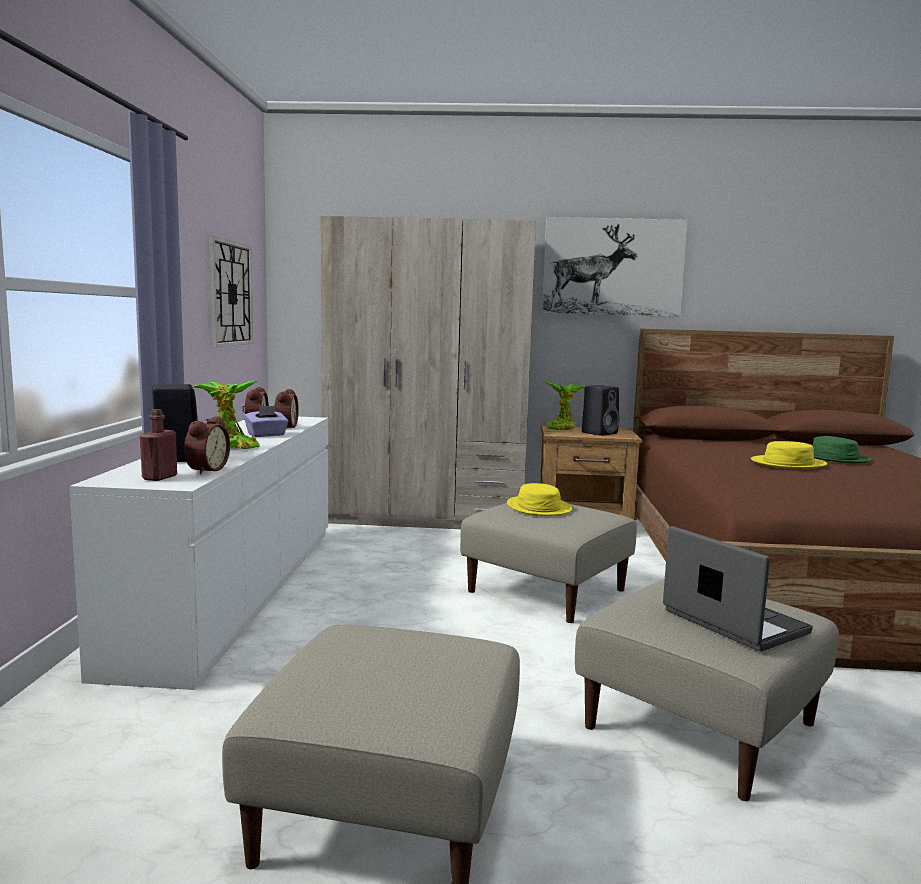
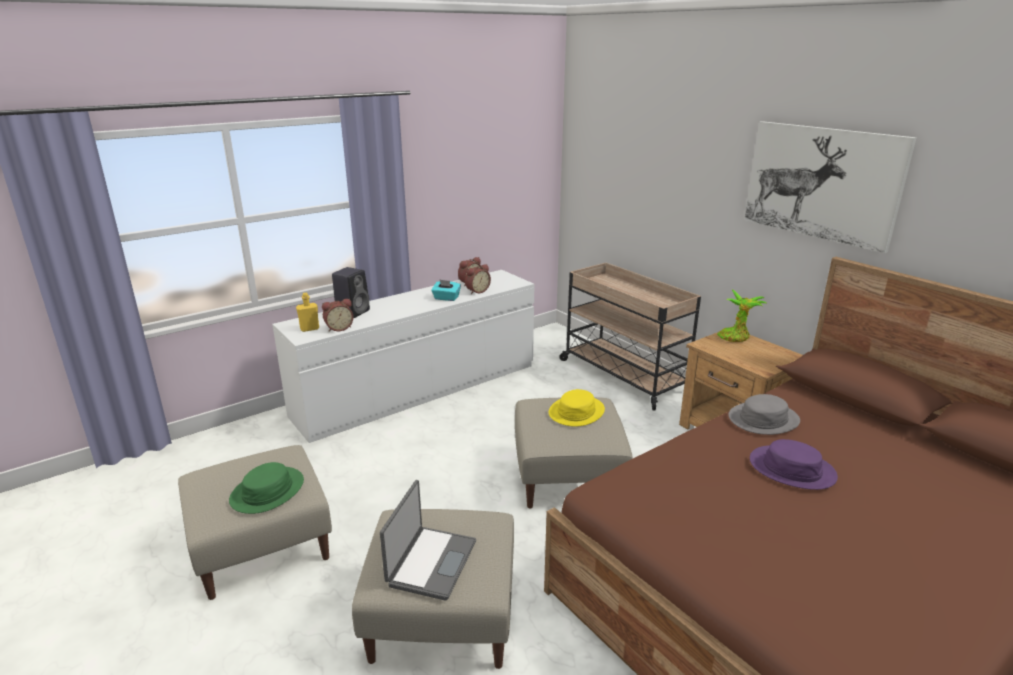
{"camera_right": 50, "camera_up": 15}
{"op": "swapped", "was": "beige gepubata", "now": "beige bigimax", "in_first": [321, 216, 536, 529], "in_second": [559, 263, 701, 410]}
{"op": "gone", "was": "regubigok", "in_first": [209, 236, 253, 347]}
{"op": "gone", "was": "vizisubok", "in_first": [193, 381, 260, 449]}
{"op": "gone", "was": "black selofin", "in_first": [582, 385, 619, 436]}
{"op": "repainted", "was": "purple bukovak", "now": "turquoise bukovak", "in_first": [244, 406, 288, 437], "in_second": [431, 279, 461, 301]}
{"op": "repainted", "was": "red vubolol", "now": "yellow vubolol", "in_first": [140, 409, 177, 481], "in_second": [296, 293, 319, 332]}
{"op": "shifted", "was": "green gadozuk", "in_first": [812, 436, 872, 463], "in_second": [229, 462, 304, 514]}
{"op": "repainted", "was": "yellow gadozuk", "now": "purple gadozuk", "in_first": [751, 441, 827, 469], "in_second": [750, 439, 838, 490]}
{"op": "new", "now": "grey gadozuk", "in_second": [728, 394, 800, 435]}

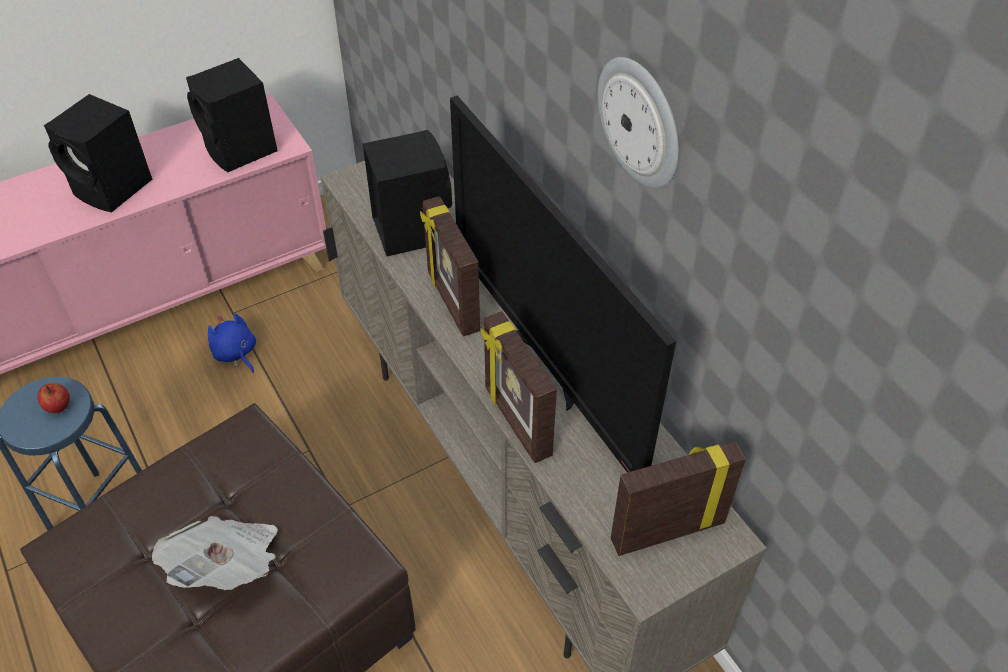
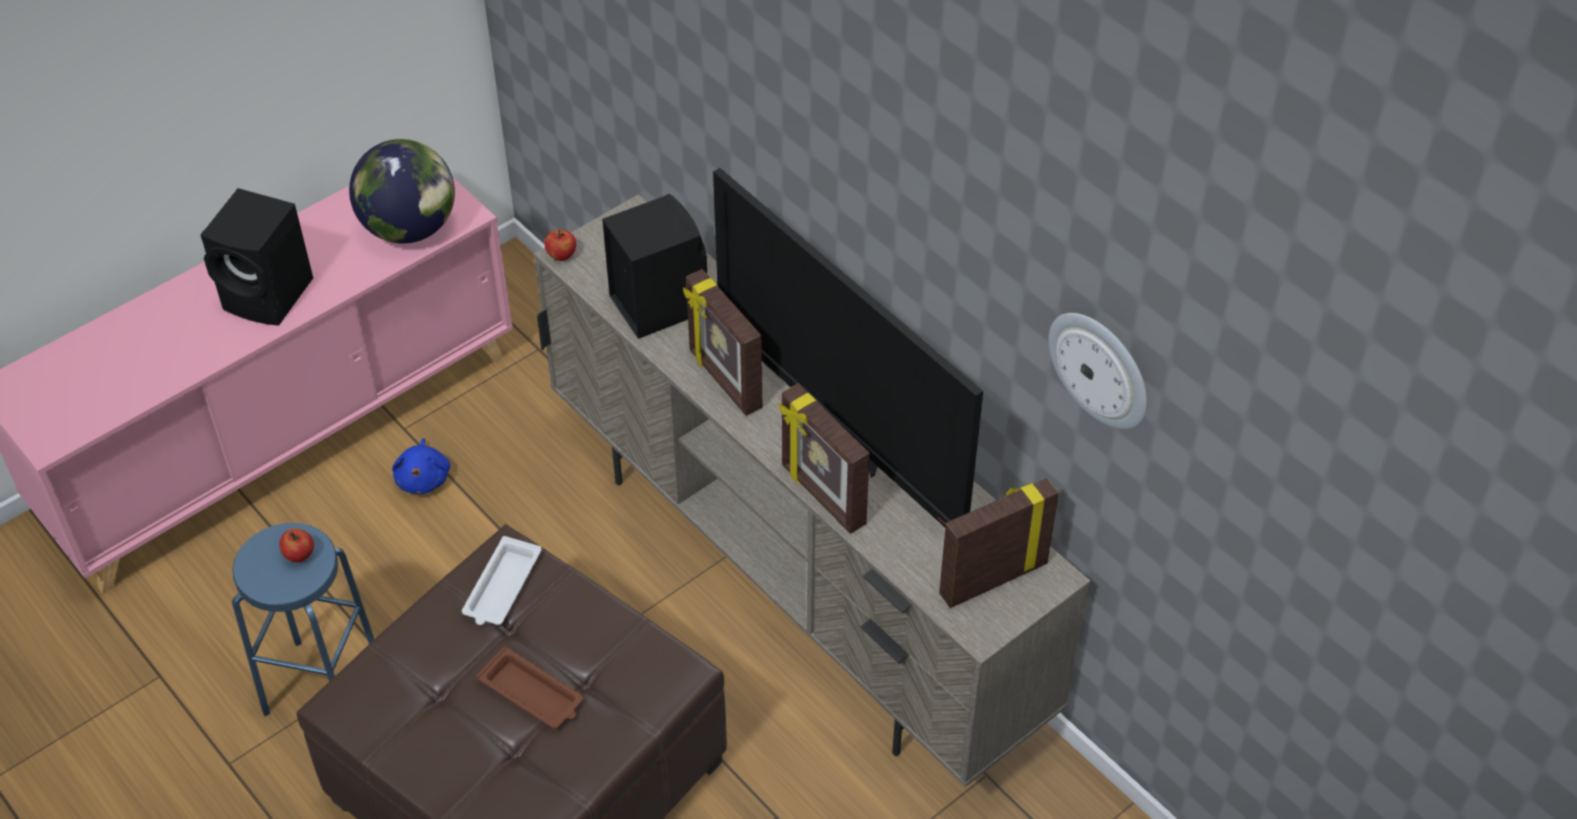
{"camera_right": -10, "camera_up": 0}
{"op": "shifted", "was": "regubigok", "in_first": [597, 57, 679, 188], "in_second": [1048, 313, 1148, 429]}
{"op": "swapped", "was": "black selofin", "now": "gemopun", "in_first": [186, 58, 278, 172], "in_second": [349, 139, 455, 243]}
{"op": "rotated", "was": "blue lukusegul", "in_first": [208, 313, 256, 373], "in_second": [392, 438, 450, 494], "clockwise": -135}
{"op": "swapped", "was": "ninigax", "now": "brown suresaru", "in_first": [152, 516, 278, 590], "in_second": [477, 647, 584, 729]}
{"op": "new", "now": "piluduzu", "in_second": [544, 230, 576, 261]}
{"op": "new", "now": "white suresaru", "in_second": [462, 536, 542, 625]}

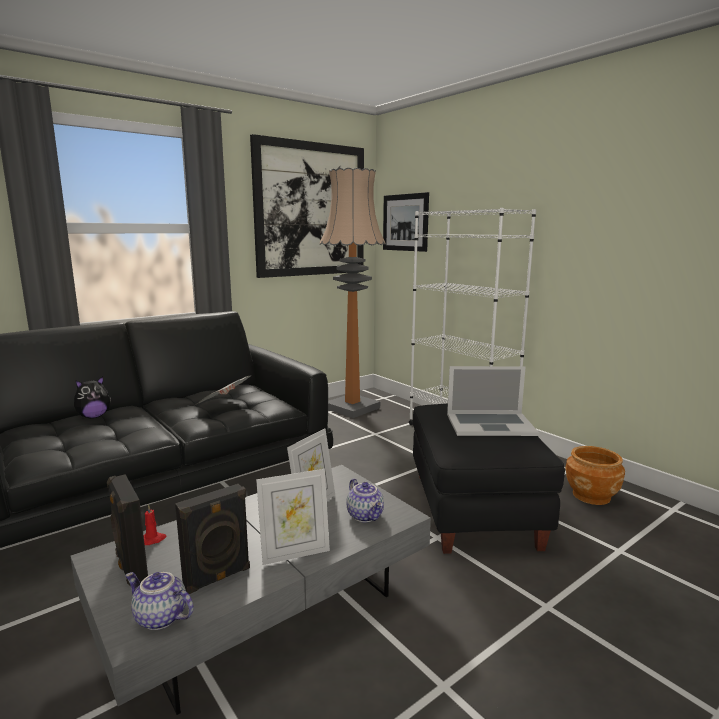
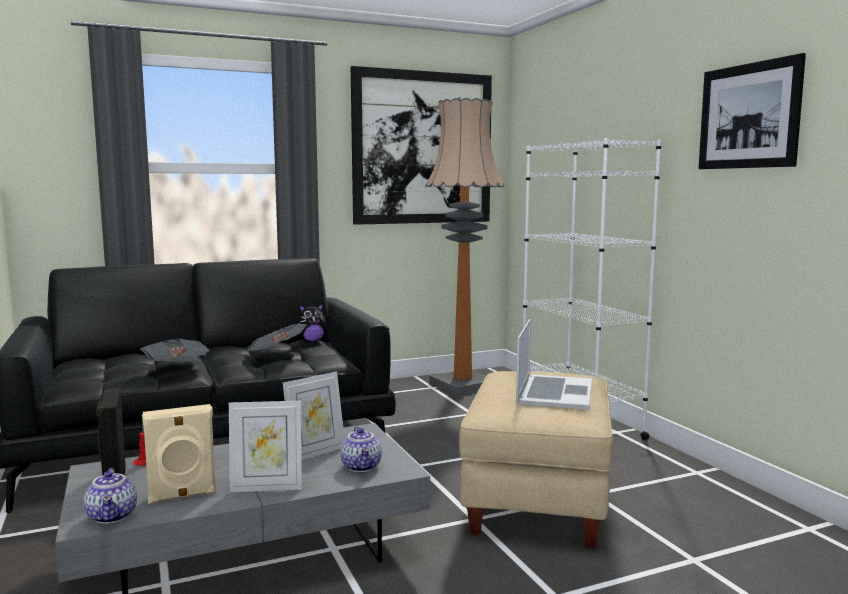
{"camera_right": 15, "camera_up": -5}
{"op": "shifted", "was": "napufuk", "in_first": [383, 192, 429, 252], "in_second": [699, 53, 806, 169]}
{"op": "rotated", "was": "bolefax", "in_first": [447, 366, 539, 436], "in_second": [516, 319, 592, 410], "clockwise": -90}
{"op": "shifted", "was": "lukusegul", "in_first": [74, 376, 111, 418], "in_second": [297, 303, 327, 342]}
{"op": "repainted", "was": "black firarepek", "now": "beige firarepek", "in_first": [413, 404, 565, 554], "in_second": [459, 371, 613, 548]}
{"op": "gone", "was": "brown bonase", "in_first": [565, 446, 625, 505]}
{"op": "repainted", "was": "black selofin", "now": "beige selofin", "in_first": [175, 484, 250, 594], "in_second": [142, 404, 217, 504]}
{"op": "rotated", "was": "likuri", "in_first": [125, 572, 193, 630], "in_second": [84, 468, 137, 524], "clockwise": -150}
{"op": "new", "now": "ninigax", "in_second": [140, 339, 210, 362]}

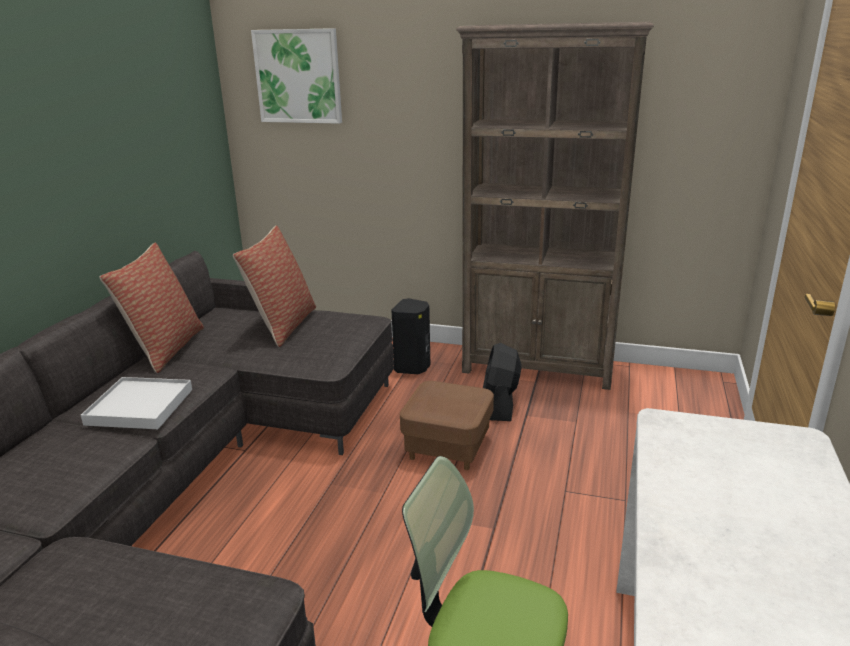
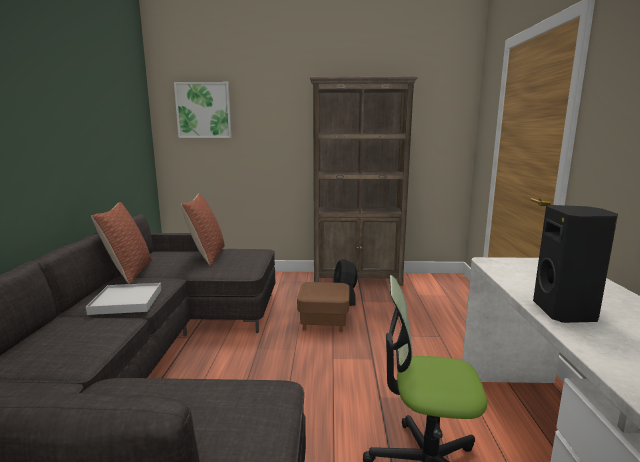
{"camera_right": -15, "camera_up": -10}
{"op": "shifted", "was": "black selofin", "in_first": [391, 298, 430, 374], "in_second": [533, 205, 618, 323]}

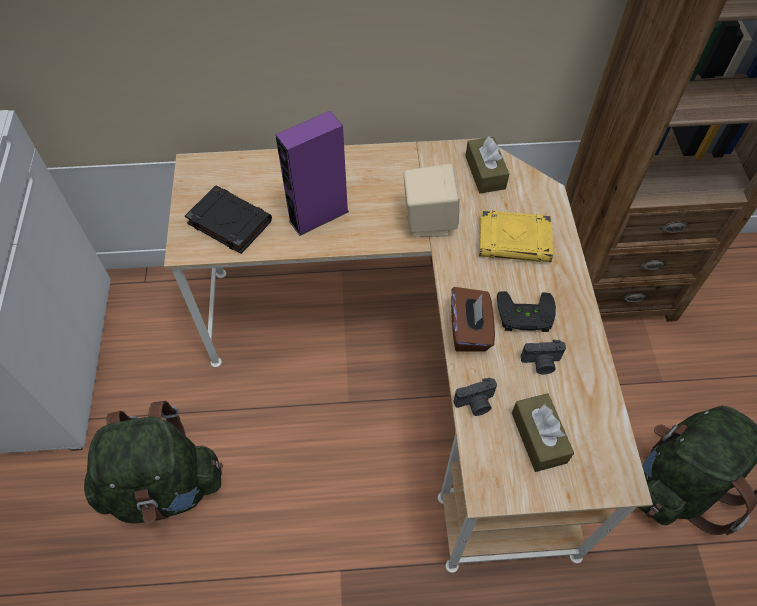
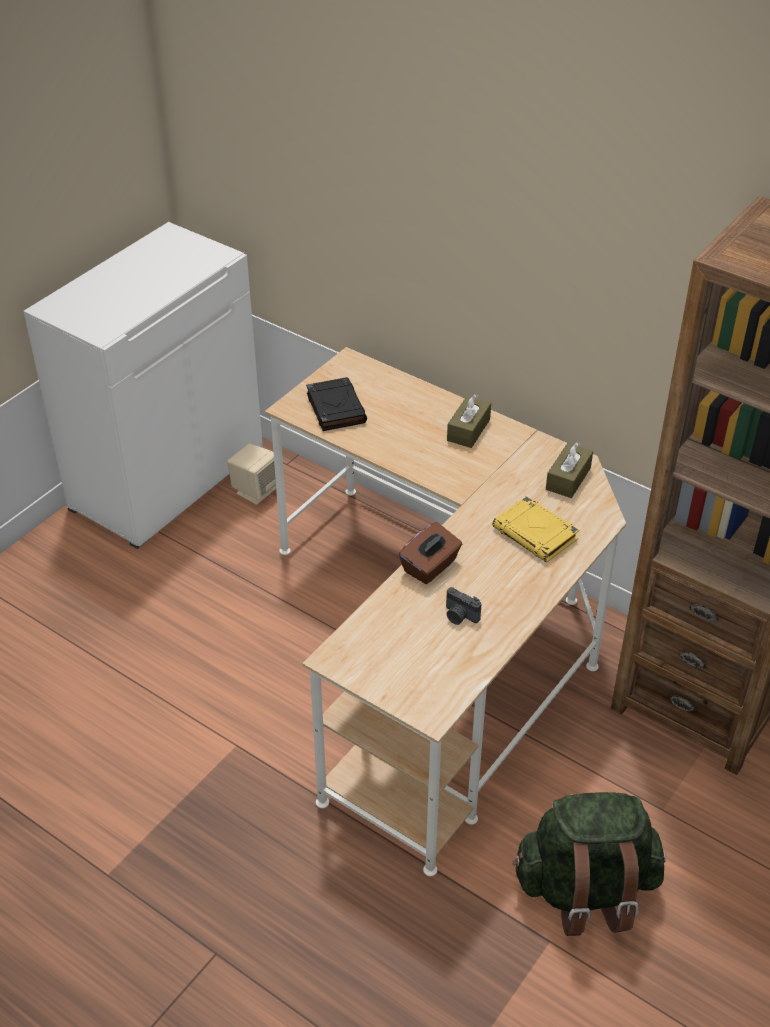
{"camera_right": 40, "camera_up": -15}
{"op": "gone", "was": "purple selofin", "in_first": [275, 111, 349, 236]}
{"op": "shifted", "was": "beige selofin", "in_first": [403, 164, 459, 237], "in_second": [227, 443, 276, 505]}
{"op": "gone", "was": "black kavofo", "in_first": [497, 291, 556, 332]}
{"op": "gone", "was": "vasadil", "in_first": [454, 378, 497, 416]}
{"op": "shifted", "was": "brown bukovak", "in_first": [512, 393, 574, 472], "in_second": [447, 394, 491, 448]}
{"op": "gone", "was": "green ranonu", "in_first": [84, 401, 223, 523]}

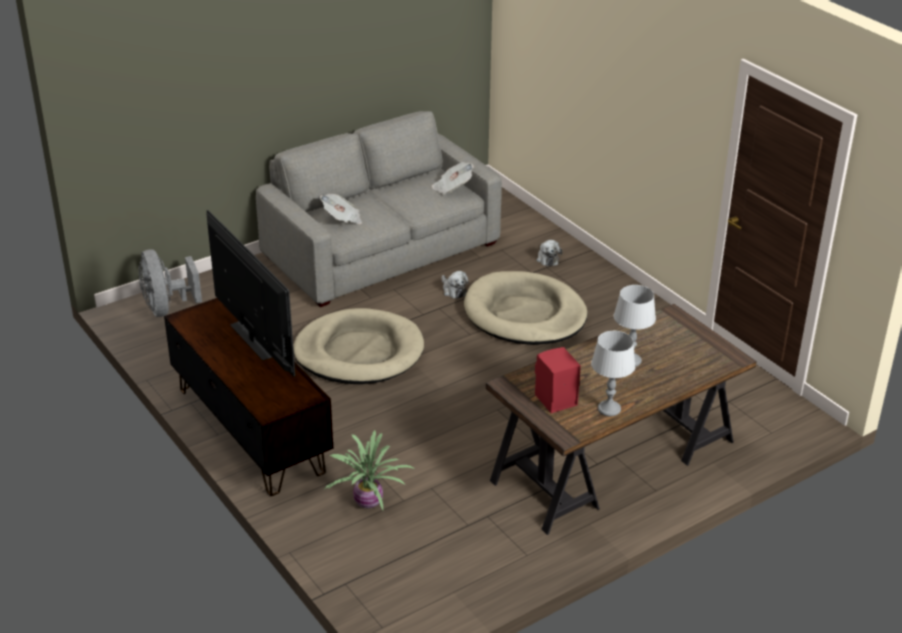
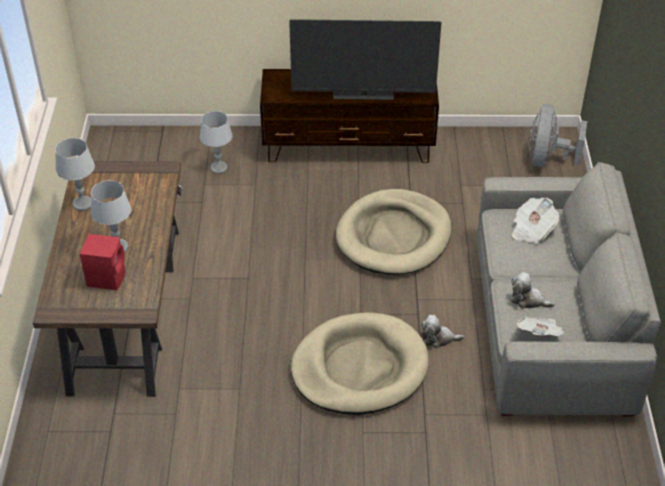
{"camera_right": 125, "camera_up": 10}
{"op": "shifted", "was": "lukusegul", "in_first": [536, 240, 562, 266], "in_second": [511, 272, 555, 309]}
{"op": "rotated", "was": "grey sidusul", "in_first": [139, 249, 202, 317], "in_second": [529, 104, 587, 167], "clockwise": -90}
{"op": "shifted", "was": "red selofin", "in_first": [535, 347, 581, 413], "in_second": [80, 234, 125, 290]}
{"op": "swapped", "was": "vizisubok", "now": "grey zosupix", "in_first": [324, 430, 415, 510], "in_second": [200, 111, 232, 174]}

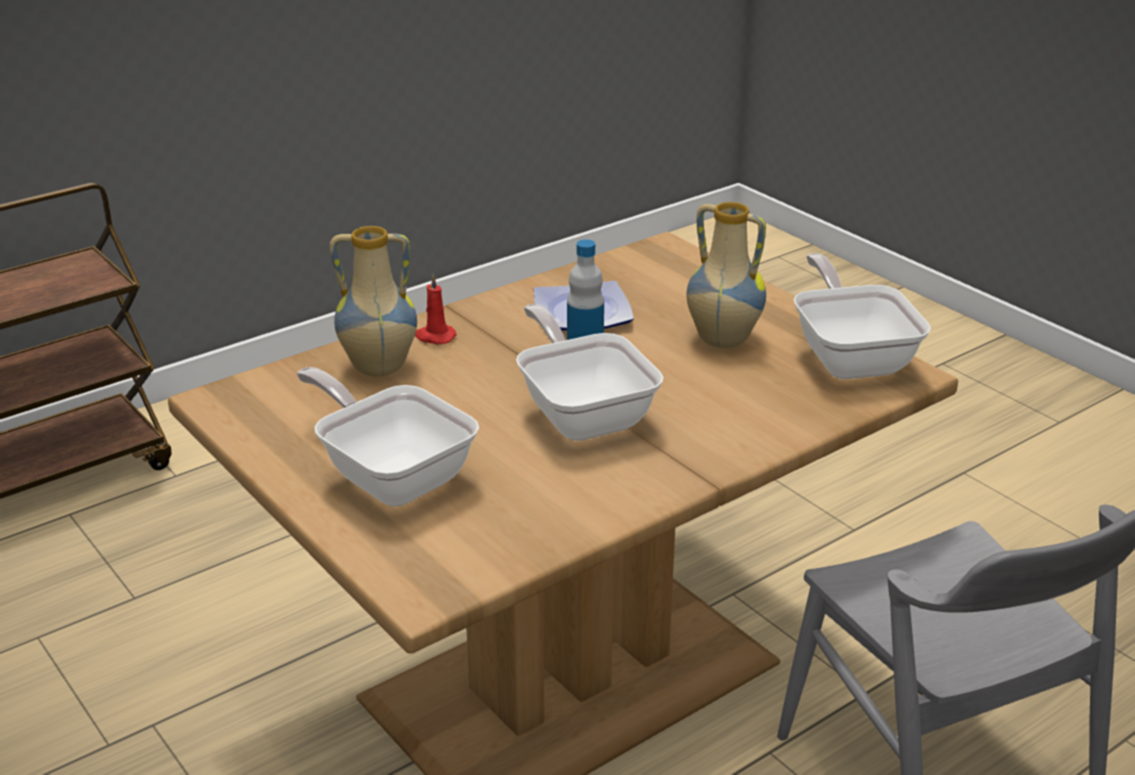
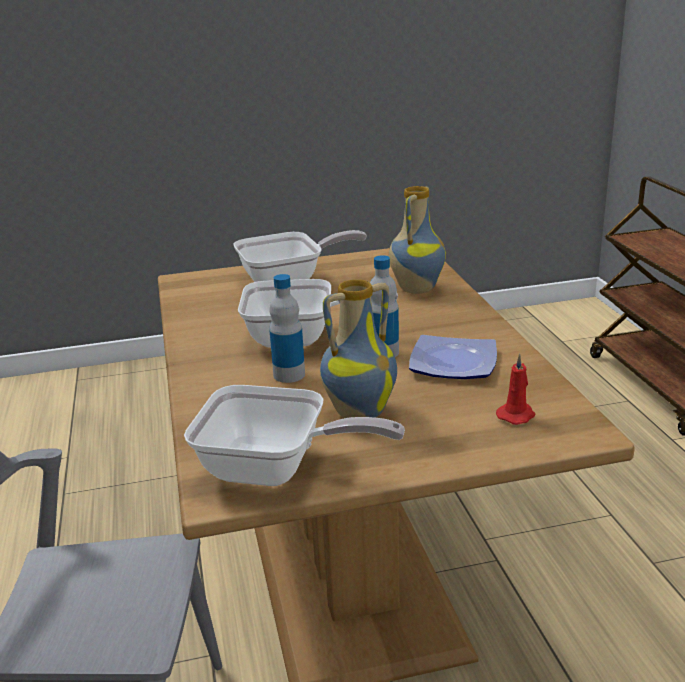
{"camera_right": 115, "camera_up": -5}
{"op": "shifted", "was": "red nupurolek", "in_first": [415, 274, 457, 344], "in_second": [496, 354, 535, 425]}
{"op": "new", "now": "vubolol", "in_second": [269, 274, 305, 383]}

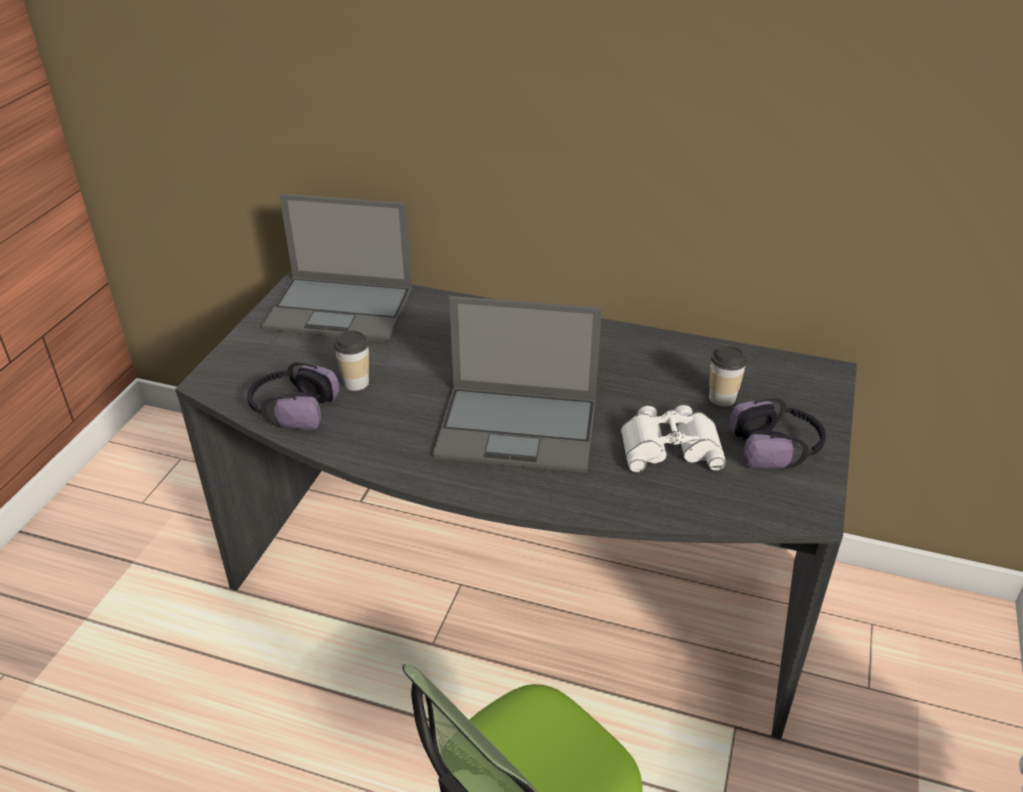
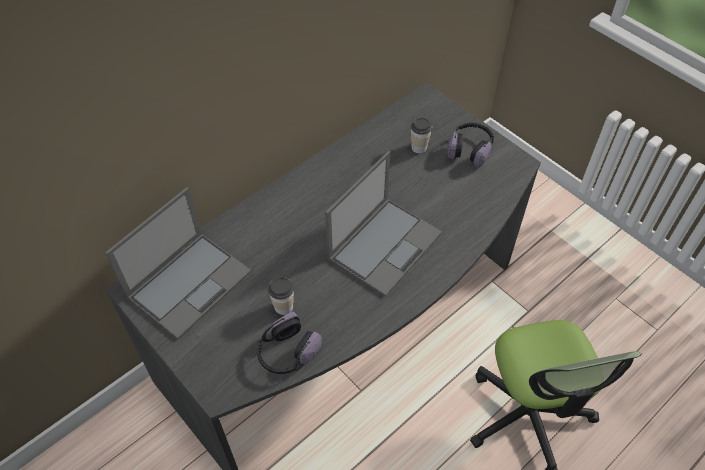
{"camera_right": -60, "camera_up": 15}
{"op": "gone", "was": "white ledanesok", "in_first": [621, 405, 726, 473]}

